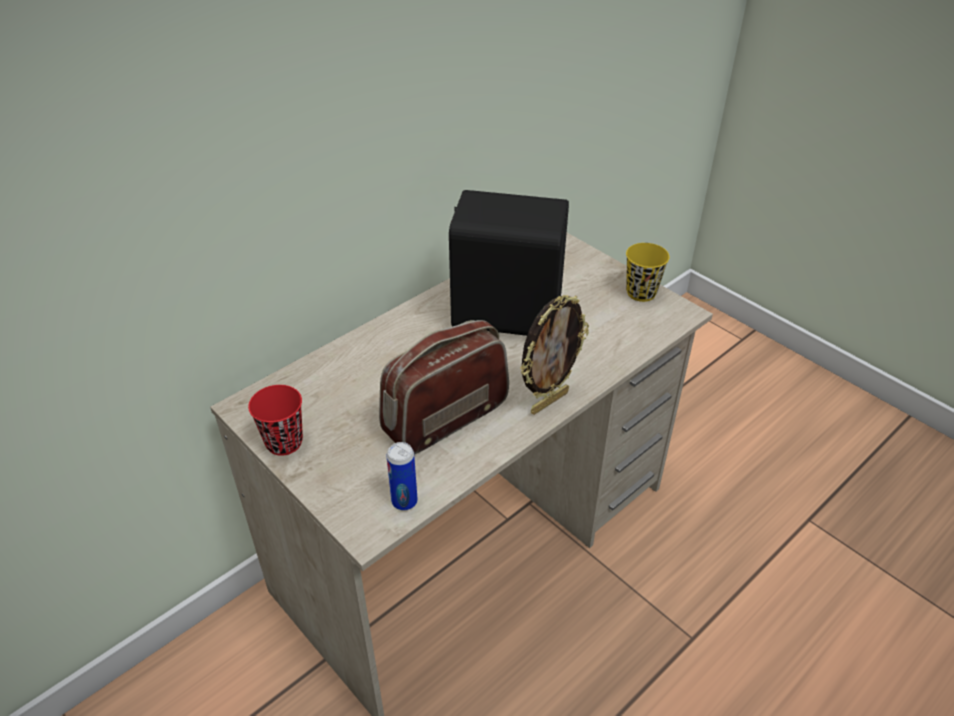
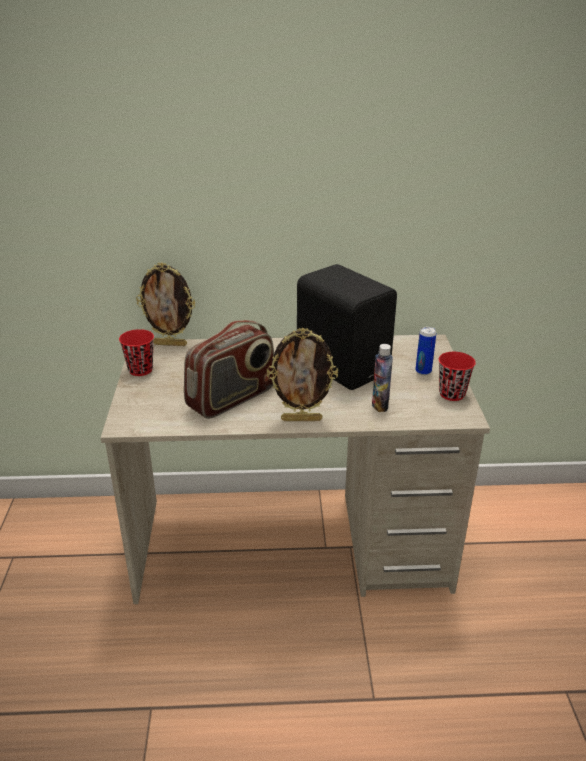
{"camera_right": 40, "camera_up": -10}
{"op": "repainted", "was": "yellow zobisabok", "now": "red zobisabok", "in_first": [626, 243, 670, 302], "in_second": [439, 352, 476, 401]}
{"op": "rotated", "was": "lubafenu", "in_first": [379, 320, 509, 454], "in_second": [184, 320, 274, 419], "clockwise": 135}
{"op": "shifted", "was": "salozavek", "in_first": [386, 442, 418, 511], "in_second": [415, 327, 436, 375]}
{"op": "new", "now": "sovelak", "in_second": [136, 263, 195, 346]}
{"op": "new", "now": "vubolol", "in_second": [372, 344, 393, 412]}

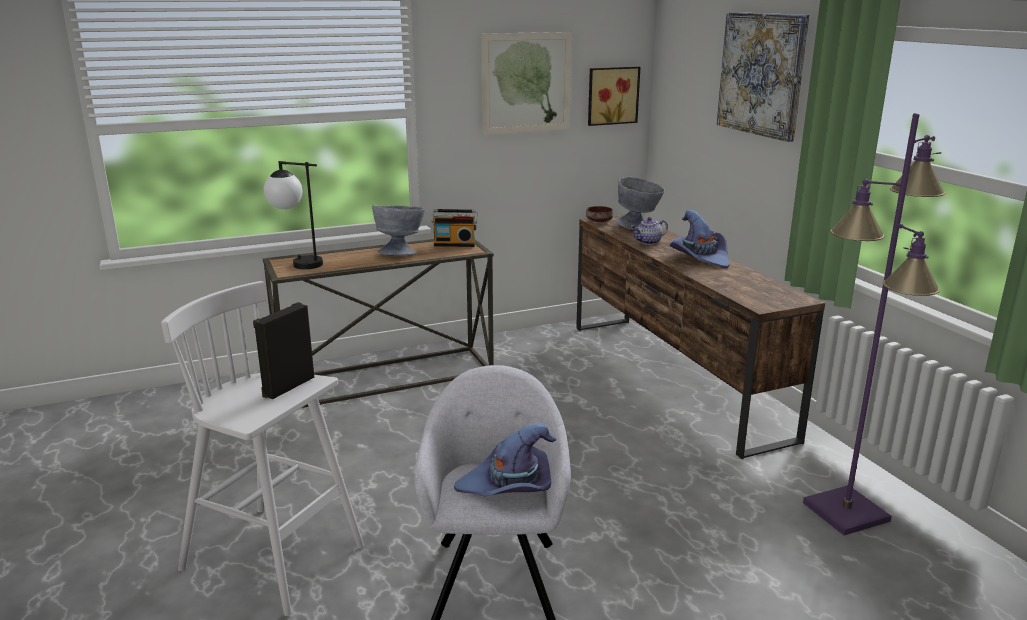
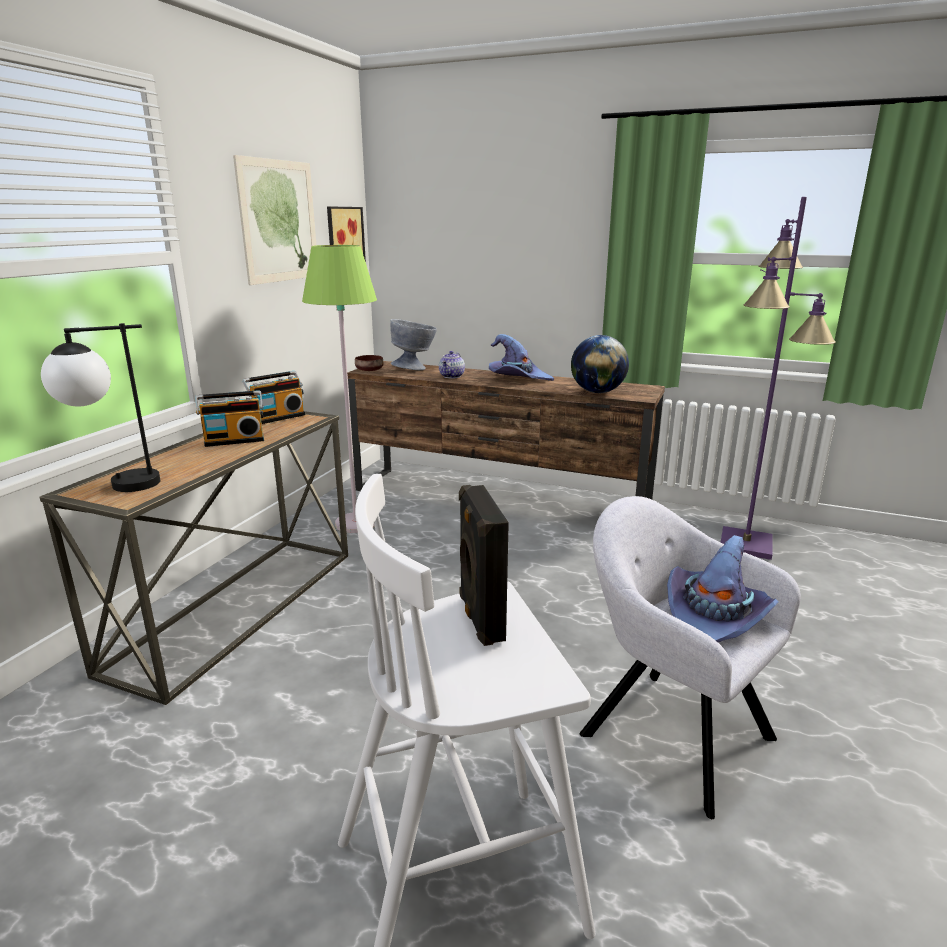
{"camera_right": -45, "camera_up": 0}
{"op": "gone", "was": "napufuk", "in_first": [717, 12, 809, 142]}
{"op": "swapped", "was": "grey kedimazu", "now": "lubafenu", "in_first": [372, 205, 425, 255], "in_second": [195, 390, 264, 447]}
{"op": "new", "now": "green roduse", "in_second": [302, 245, 377, 533]}
{"op": "new", "now": "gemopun", "in_second": [571, 335, 629, 393]}

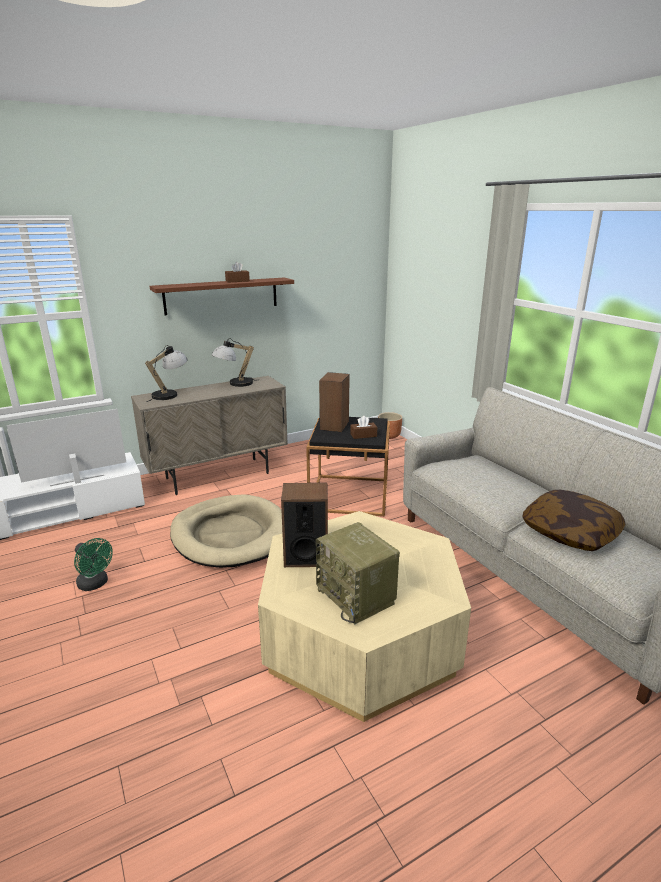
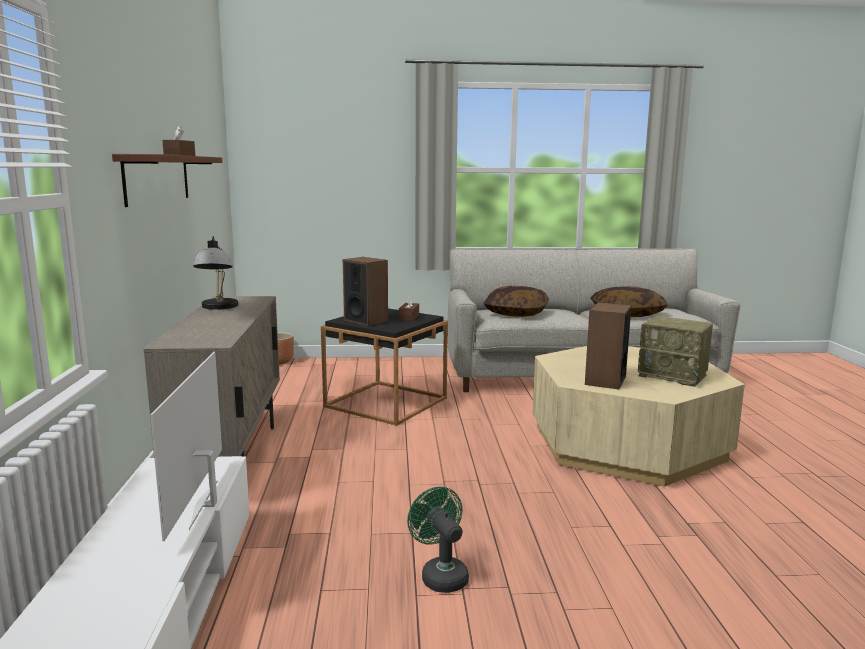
{"camera_right": -65, "camera_up": -10}
{"op": "gone", "was": "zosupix", "in_first": [145, 345, 188, 402]}
{"op": "gone", "was": "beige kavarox", "in_first": [170, 495, 282, 568]}
{"op": "rotated", "was": "lubafenu", "in_first": [316, 522, 400, 625], "in_second": [638, 316, 713, 387], "clockwise": 45}
{"op": "rotated", "was": "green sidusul", "in_first": [74, 538, 113, 591], "in_second": [407, 487, 469, 593], "clockwise": -90}
{"op": "new", "now": "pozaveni", "in_second": [484, 286, 549, 317]}

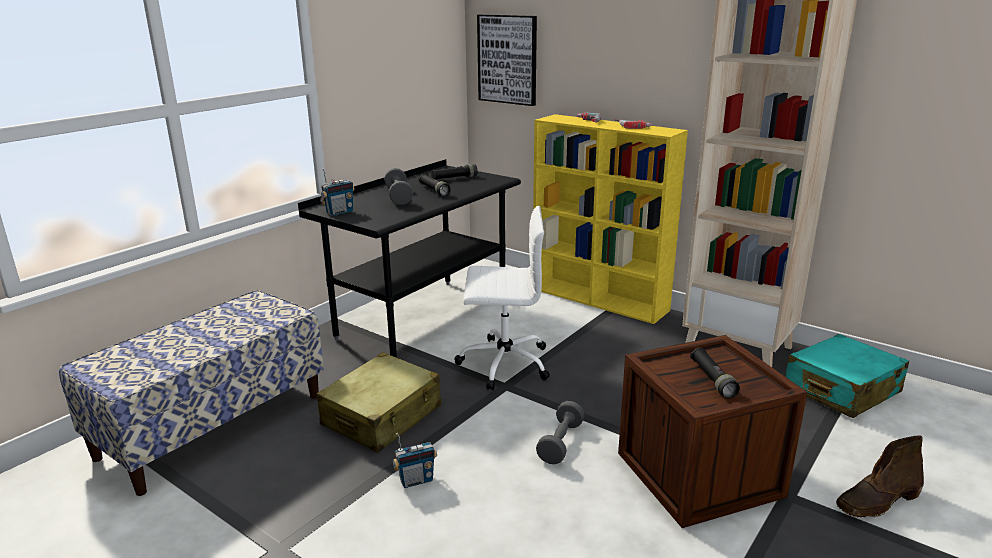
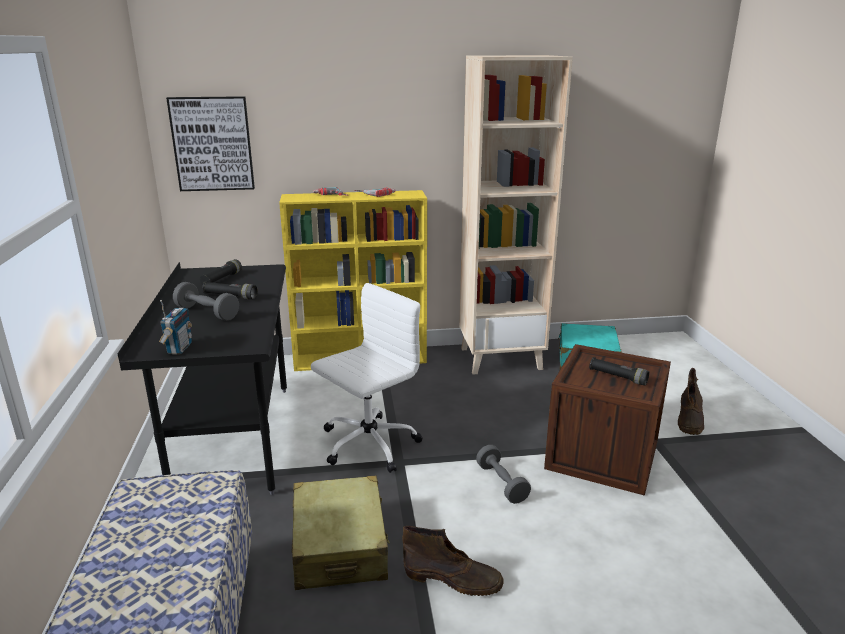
{"camera_right": -45, "camera_up": 0}
{"op": "swapped", "was": "lubafenu", "now": "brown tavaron", "in_first": [393, 433, 437, 488], "in_second": [402, 526, 504, 596]}

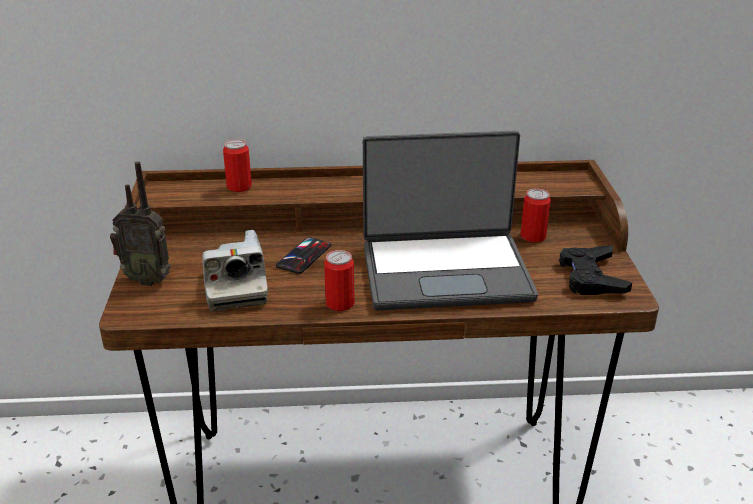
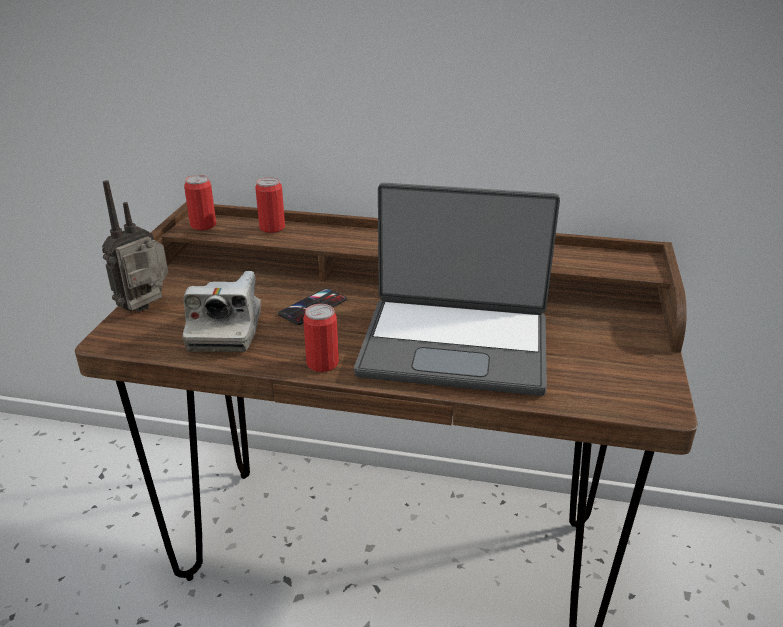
{"camera_right": 15, "camera_up": 0}
{"op": "rotated", "was": "lubafenu", "in_first": [110, 161, 171, 286], "in_second": [102, 180, 168, 312], "clockwise": 105}
{"op": "shifted", "was": "salozavek", "in_first": [520, 188, 551, 243], "in_second": [184, 175, 216, 230]}
{"op": "gone", "was": "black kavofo", "in_first": [559, 245, 632, 295]}

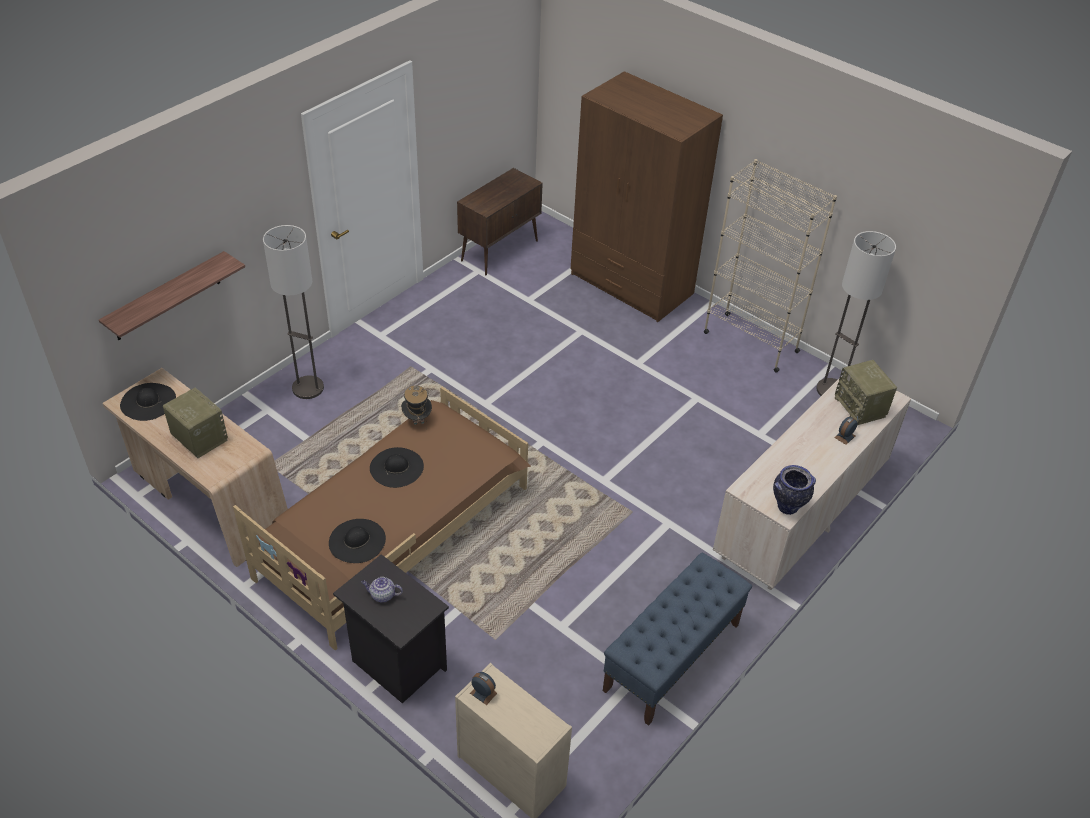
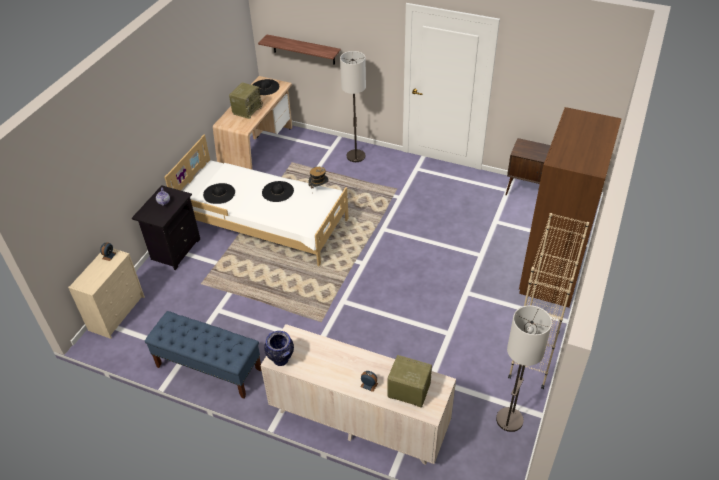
{"camera_right": 75, "camera_up": 0}
{"op": "rotated", "was": "lubafenu", "in_first": [835, 360, 897, 425], "in_second": [387, 355, 432, 408], "clockwise": 60}
{"op": "repainted", "was": "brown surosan", "now": "white surosan", "in_first": [233, 387, 531, 651], "in_second": [164, 135, 349, 266]}

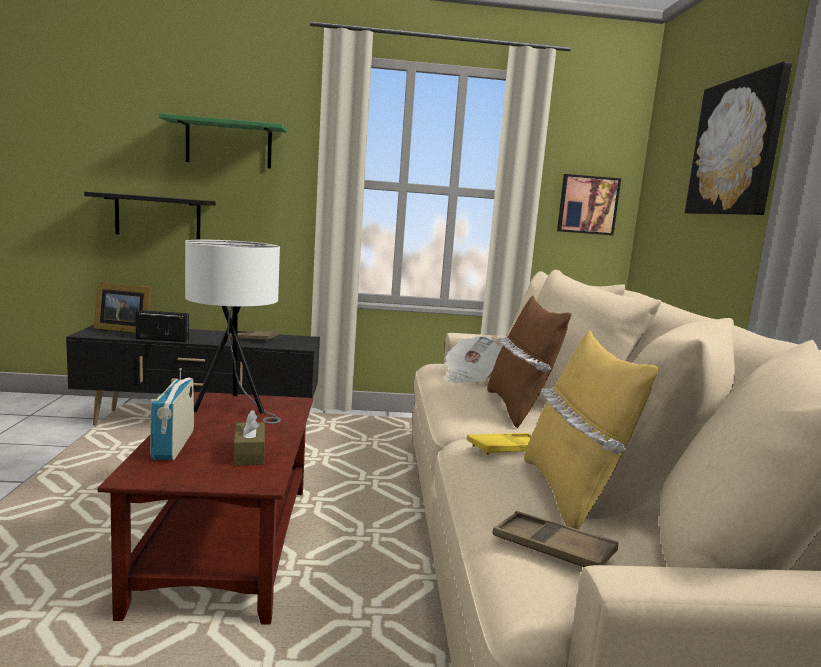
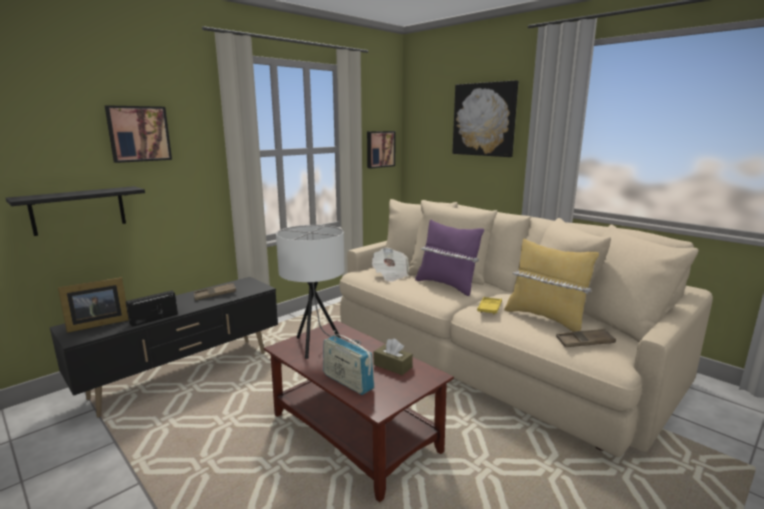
{"camera_right": -40, "camera_up": 5}
{"op": "swapped", "was": "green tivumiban", "now": "napufuk", "in_first": [159, 113, 287, 169], "in_second": [105, 105, 172, 163]}
{"op": "repainted", "was": "brown pozaveni", "now": "purple pozaveni", "in_first": [487, 296, 572, 428], "in_second": [415, 220, 484, 296]}

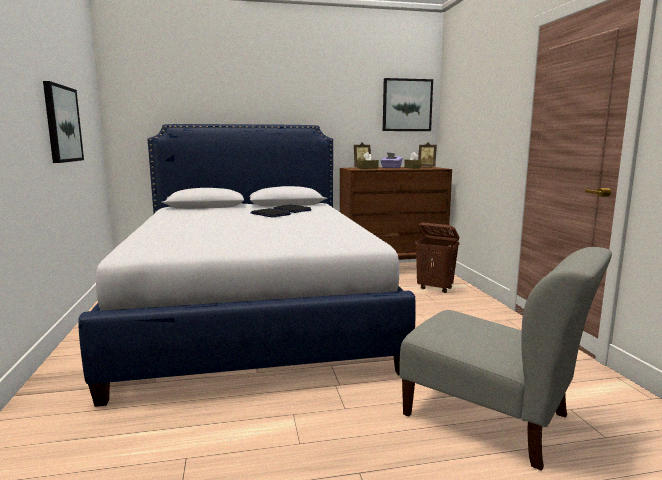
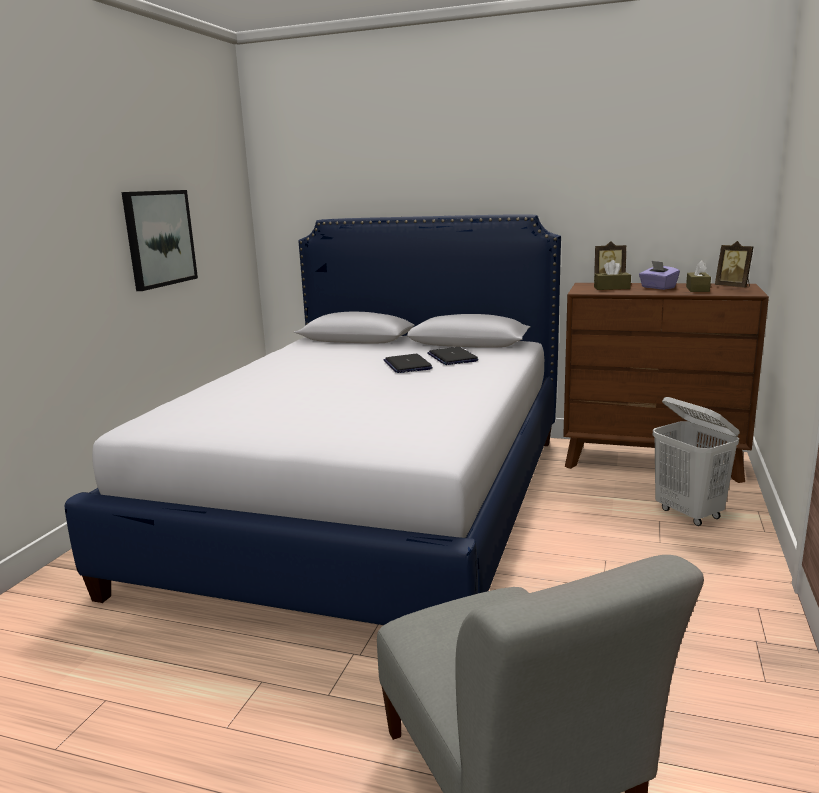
{"camera_right": 30, "camera_up": 5}
{"op": "gone", "was": "napufuk", "in_first": [383, 78, 433, 131]}
{"op": "repainted", "was": "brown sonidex", "now": "white sonidex", "in_first": [415, 223, 460, 293], "in_second": [652, 397, 740, 526]}

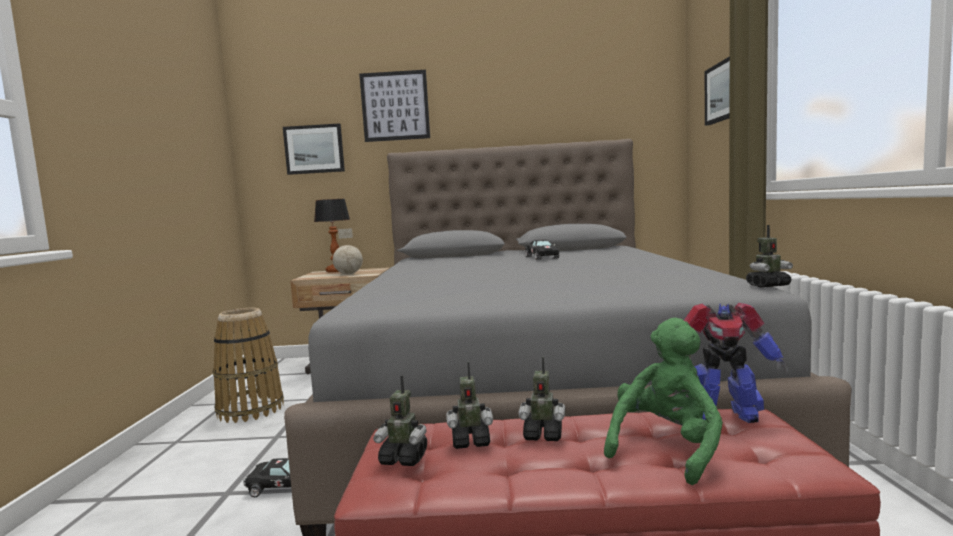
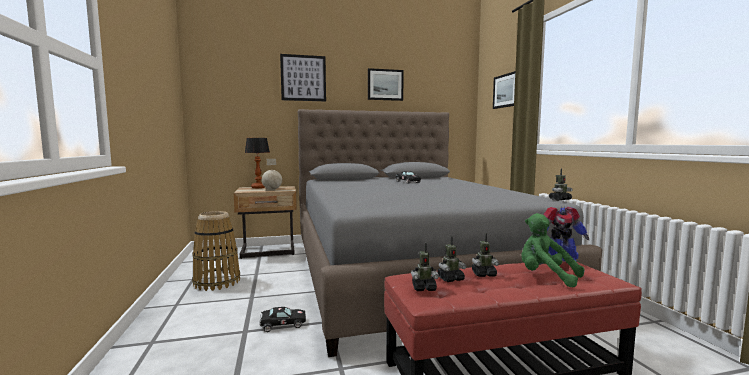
{"camera_right": -15, "camera_up": 0}
{"op": "shifted", "was": "napufuk", "in_first": [283, 123, 345, 175], "in_second": [368, 68, 404, 101]}
{"op": "rotated", "was": "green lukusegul", "in_first": [604, 318, 723, 485], "in_second": [521, 213, 584, 288], "clockwise": -75}

